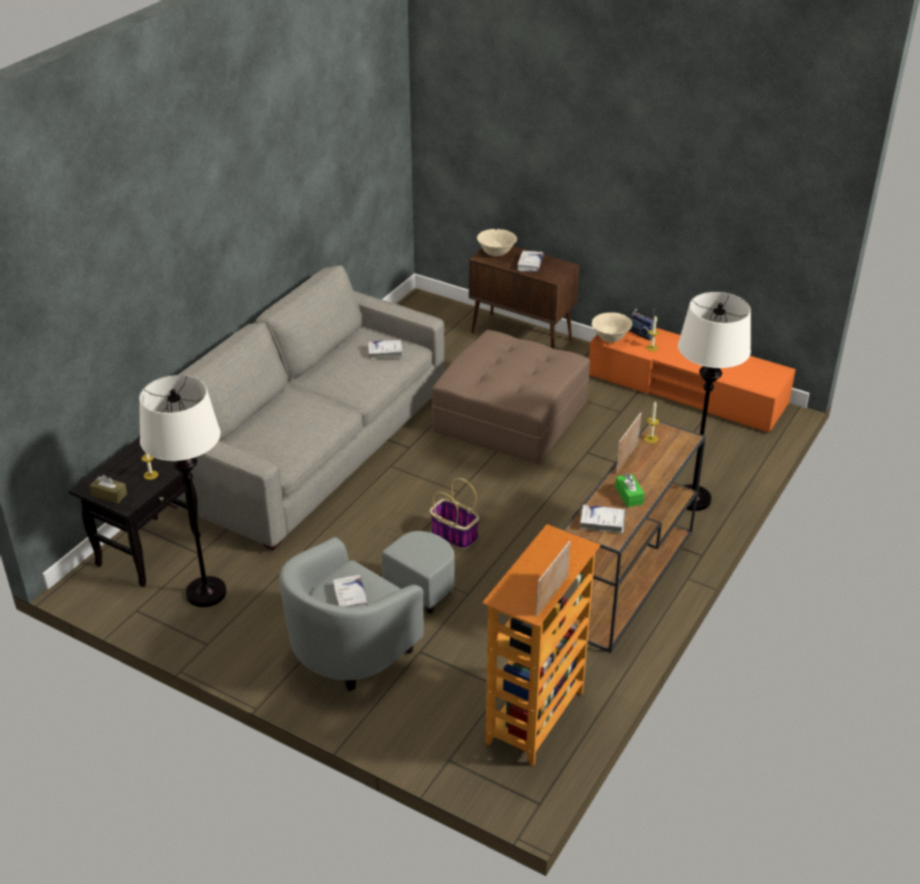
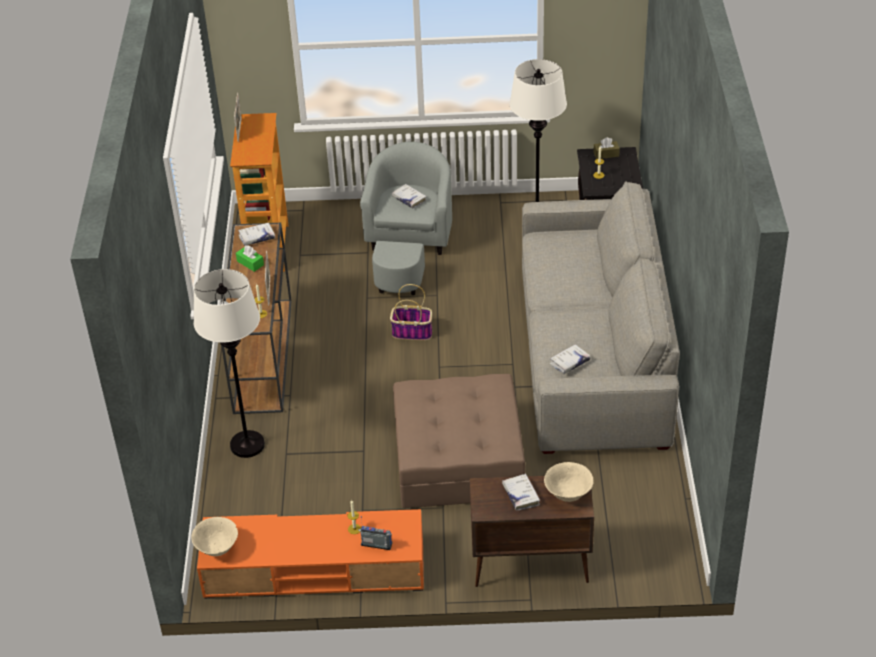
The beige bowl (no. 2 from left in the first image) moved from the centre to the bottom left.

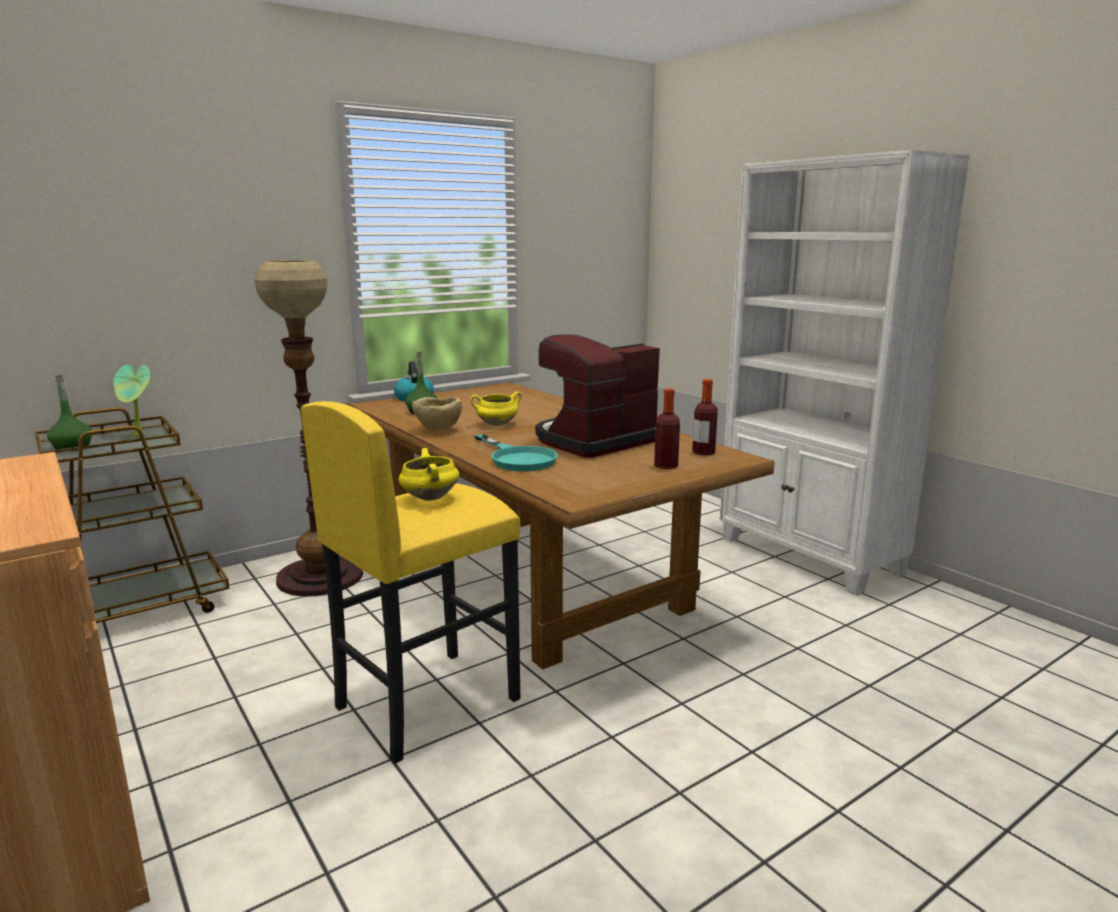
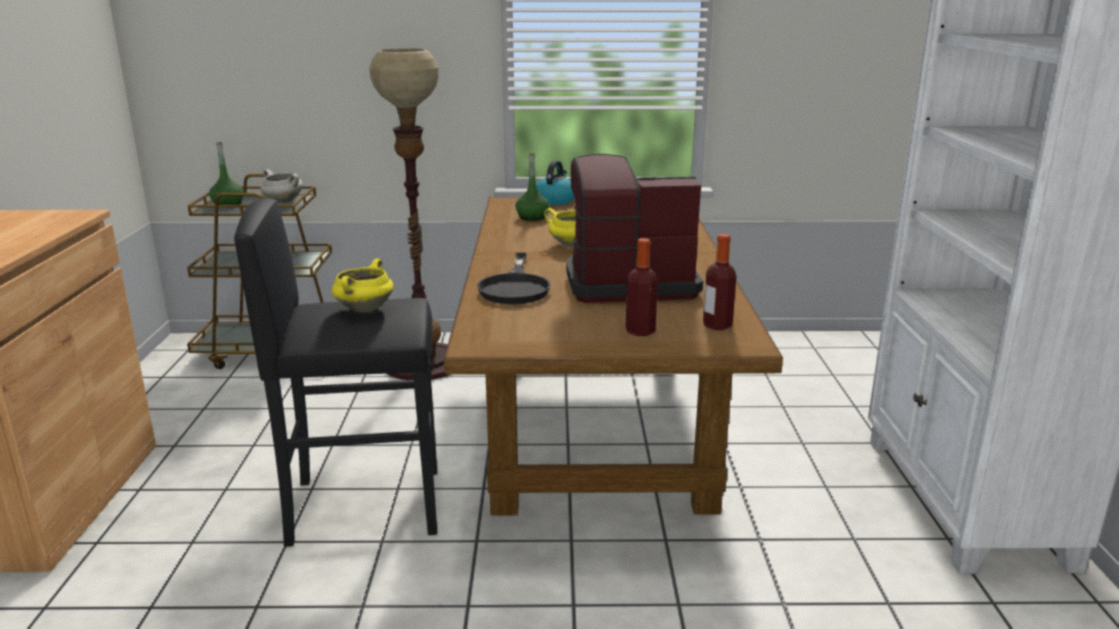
The beige bowl at the centre disappeared.
The houseplant at the middle left was replaced by the white saucepot at the top left.
The yellow-coloured sitting stool at the centre became the black sitting stool at the middle left.
The turquoise pan at the centre became the black pan at the centre.

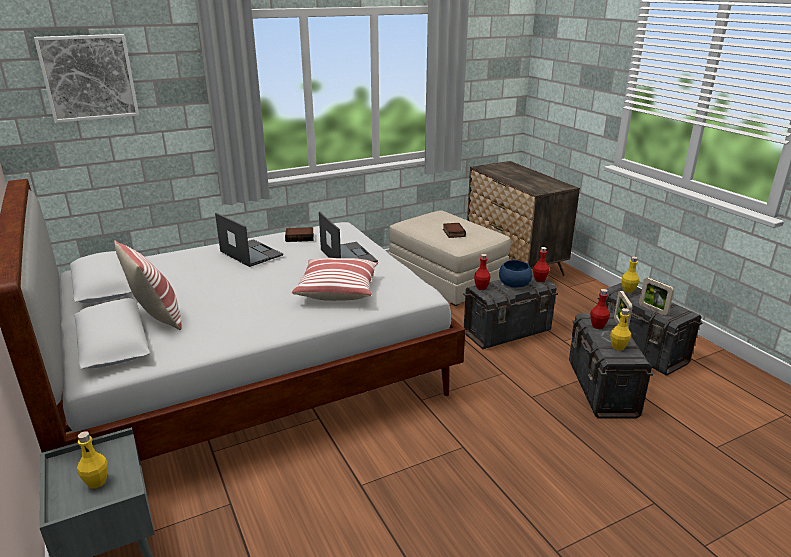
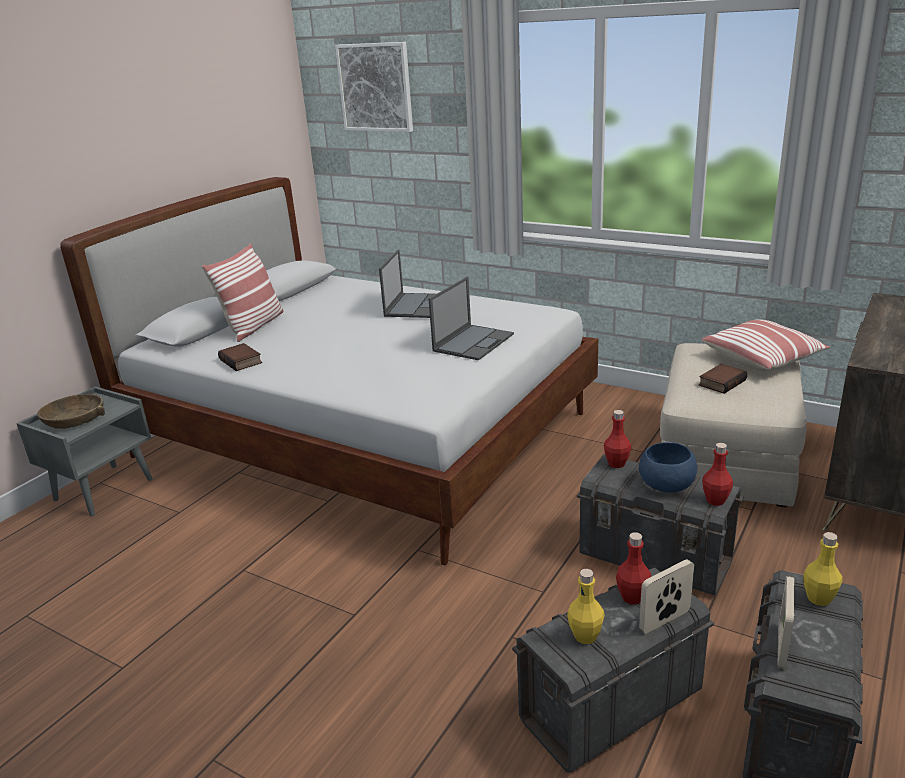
The bound book (no. 1 from left) moved from the centre to the middle left.
The pillow (no. 2 from left) moved from the centre to the middle right.
The yellow-coloured drink bottle (no. 1 from left) at the bottom left was replaced by the brown bowl at the middle left.

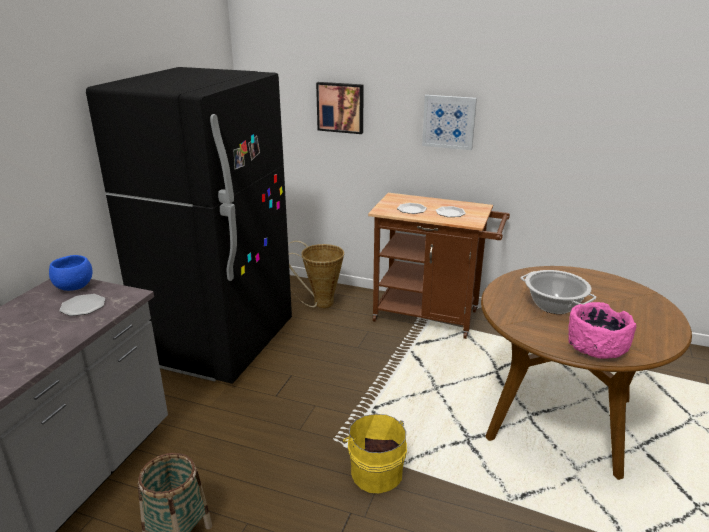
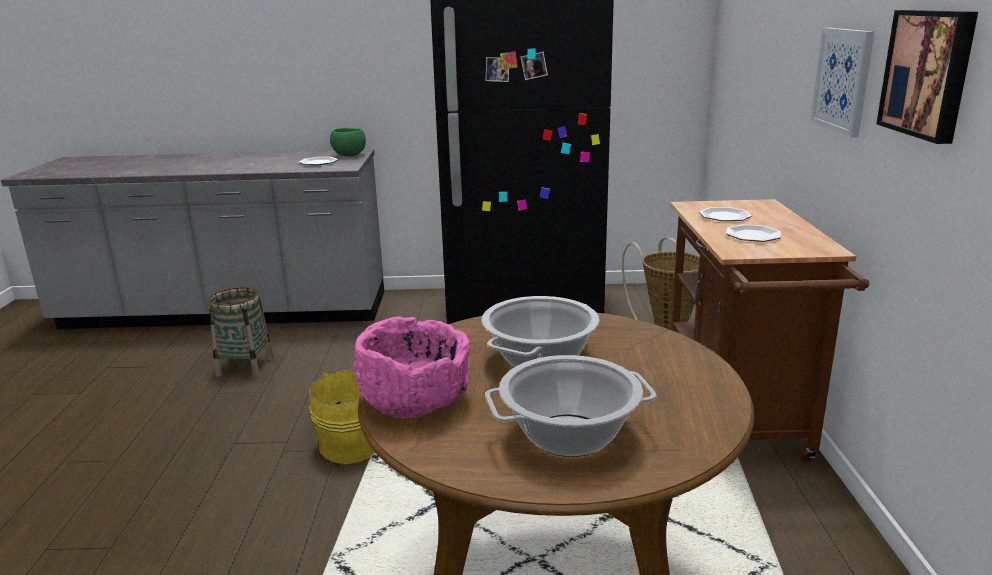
The saucepot (no. 2 from left) at the bottom centre appeared.
The wall picture (no. 1 from left in the first image) moved from the top centre to the top right.
The blue bowl at the middle left became the green bowl at the top centre.

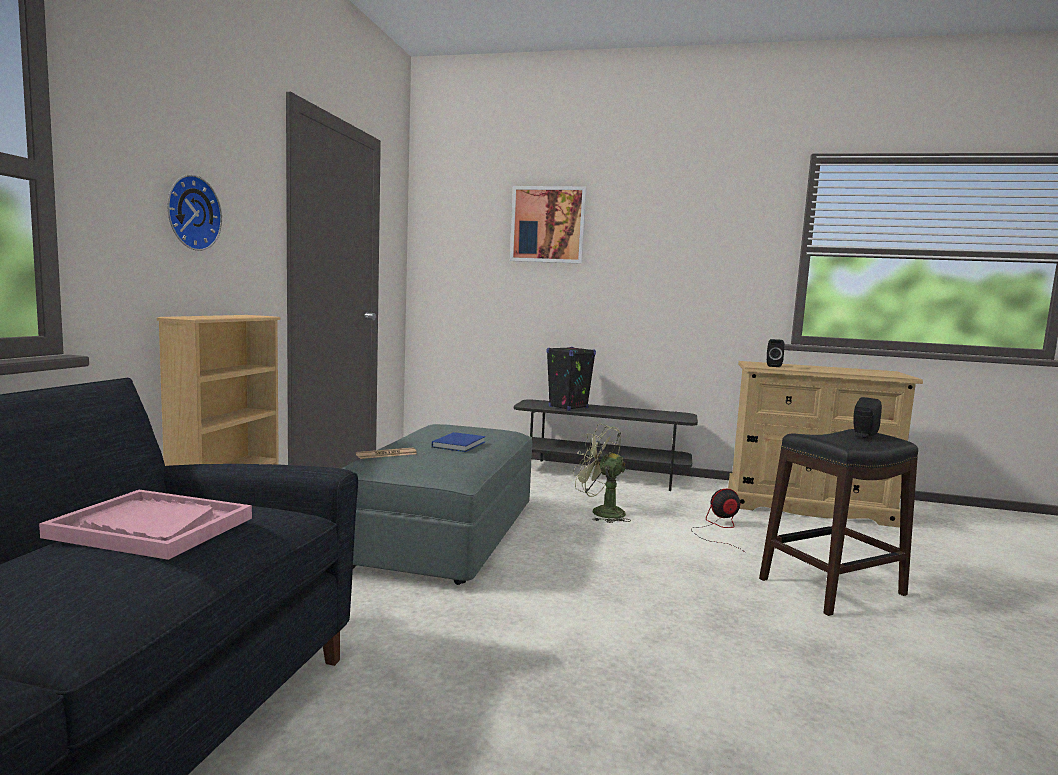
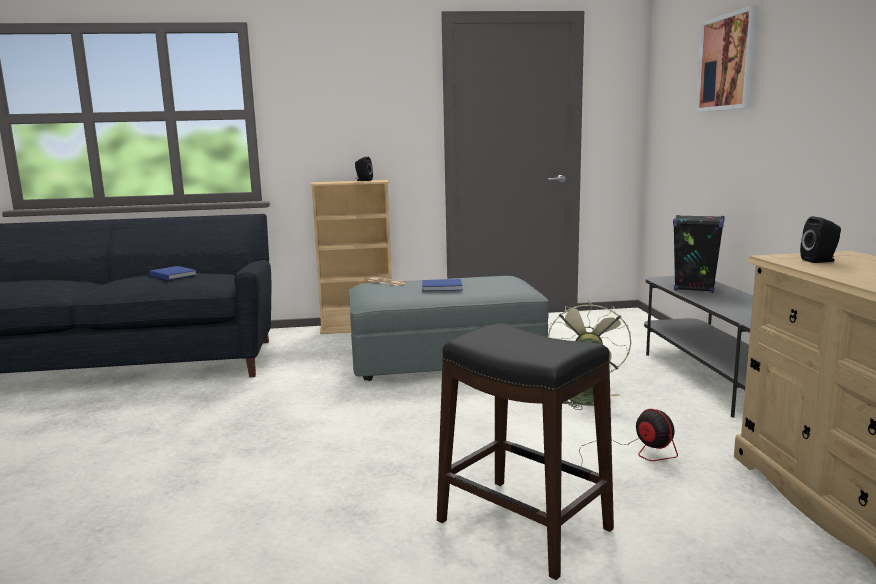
The wall clock at the top left disappeared.
The black loudspeaker (no. 3 from left in the first image) moved from the middle right to the top centre.
The pink-coloured serving tray at the bottom left was replaced by the blue bound book (no. 1 from left) at the middle left.

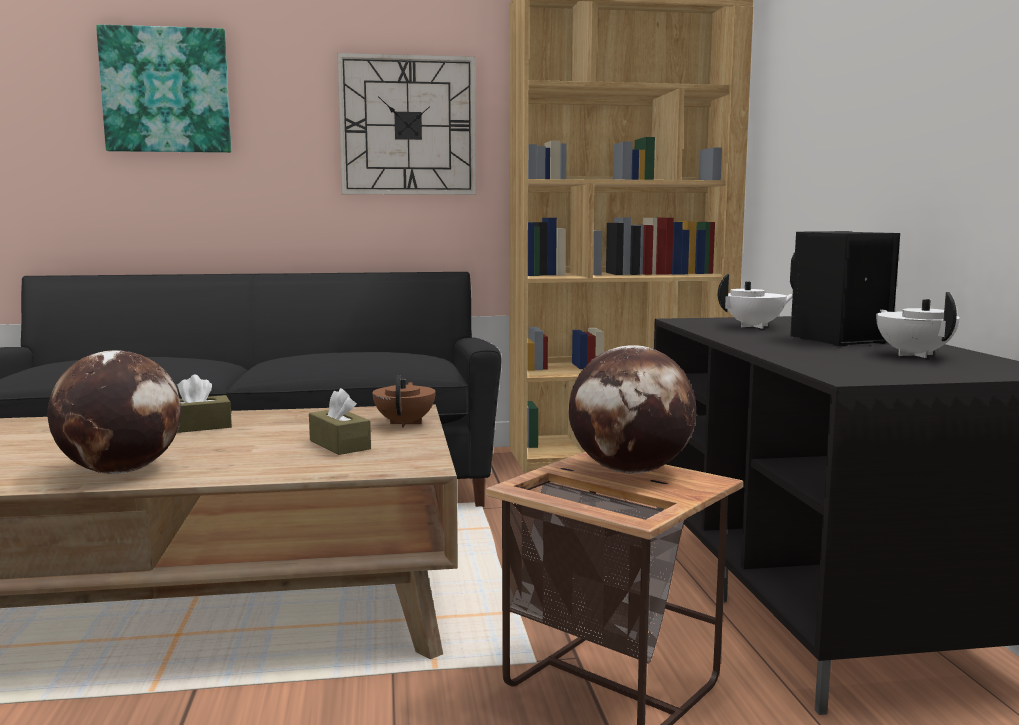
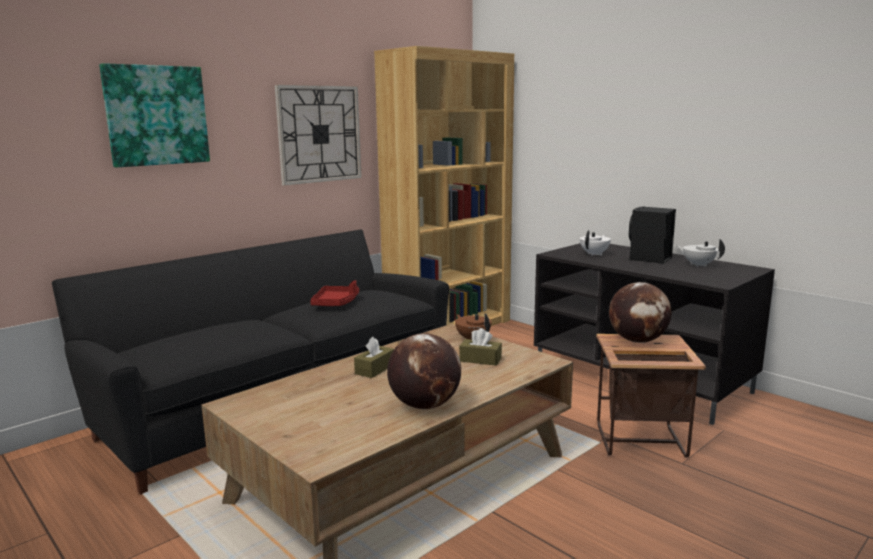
The red serving tray at the centre appeared.

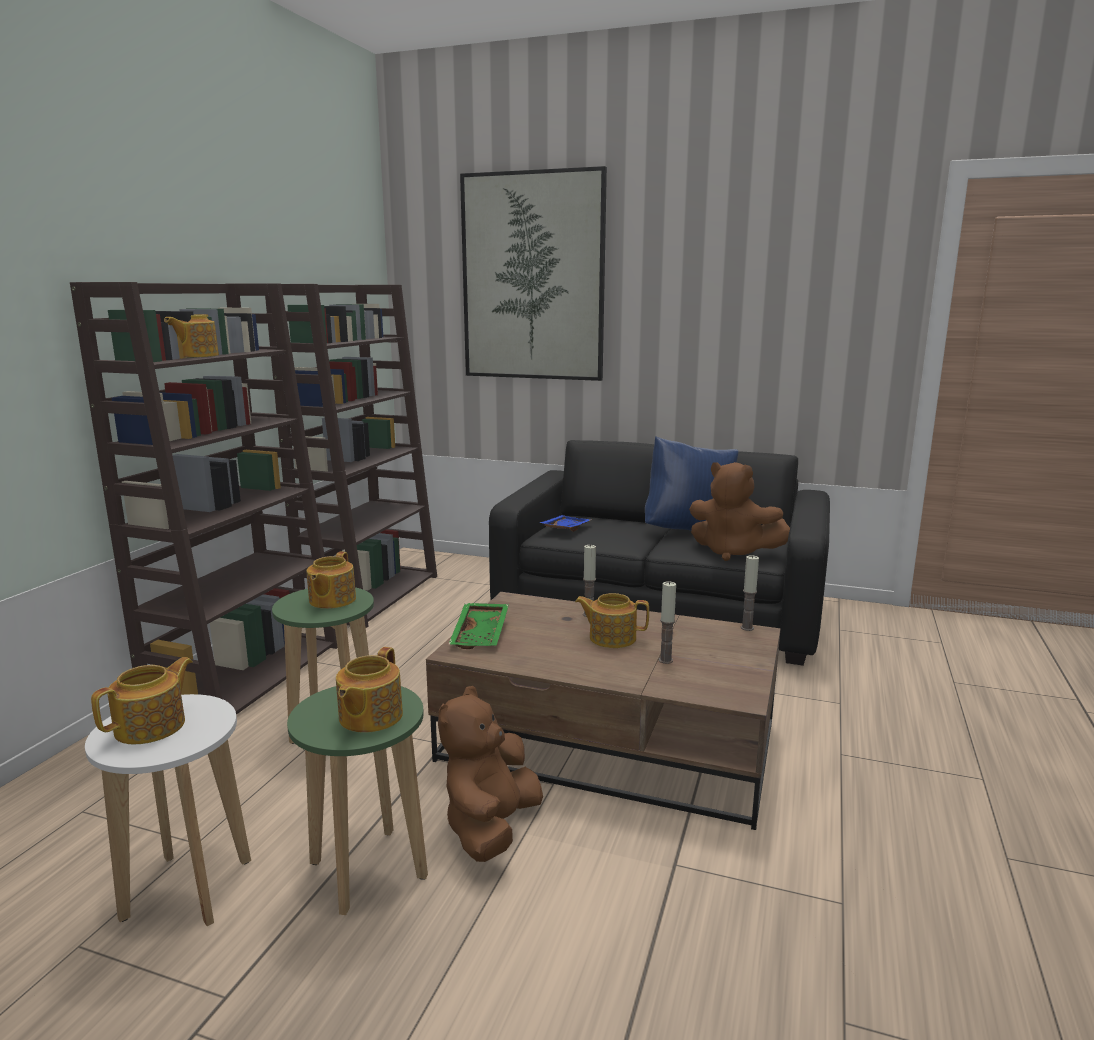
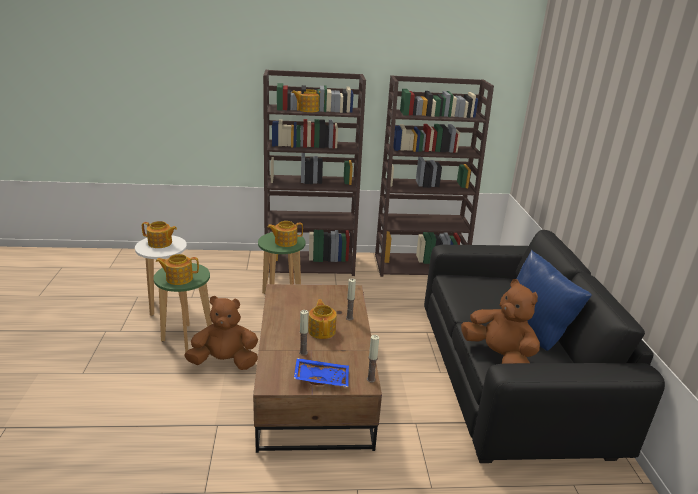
The green serving tray at the centre disappeared.
The wall picture at the top centre disappeared.
The blue serving tray moved from the centre to the bottom centre.
The brown plush toy (no. 2 from left) at the middle right turned 135 degrees clockwise.

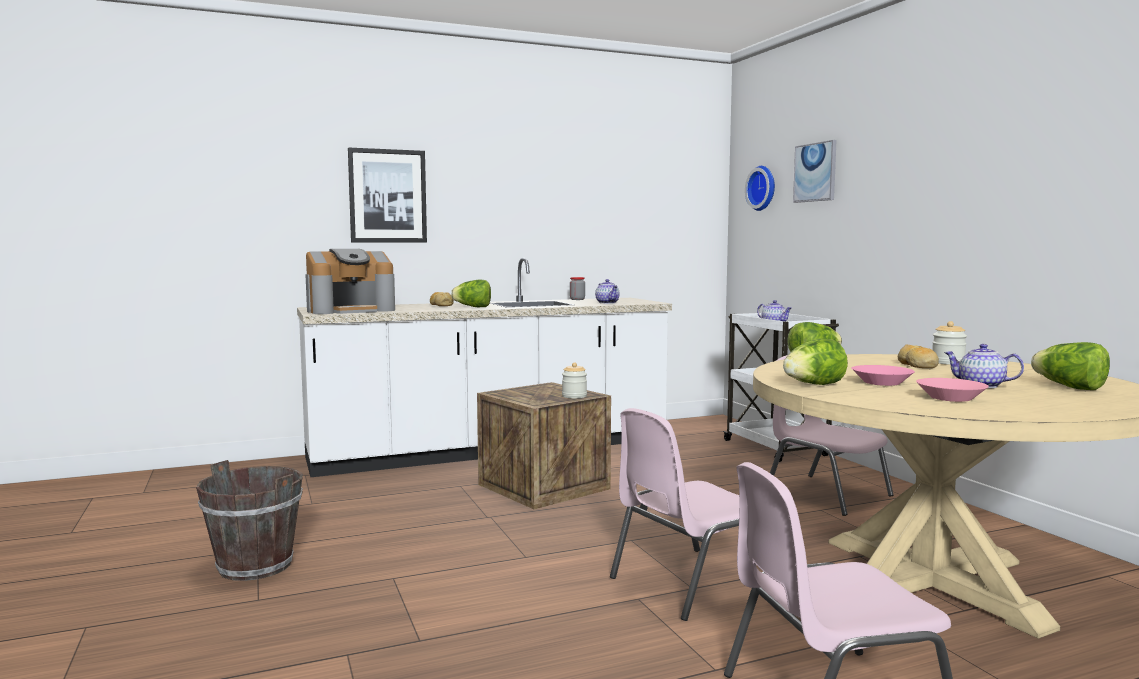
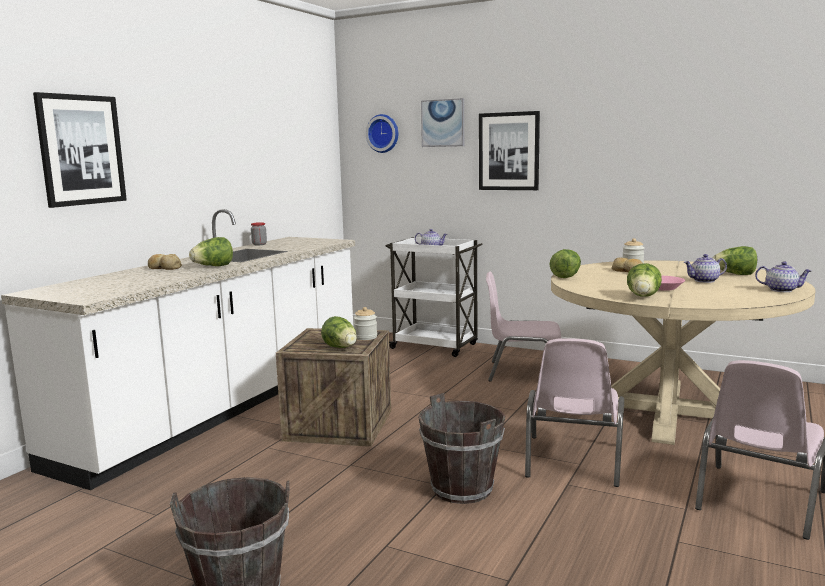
The coffee brewer at the middle left disappeared.
The pink-coloured bowl (no. 2 from left) at the middle right disappeared.
The lettuce (no. 2 from left) at the centre appeared.
The brown water bucket (no. 2 from left) at the bottom centre appeared.
The wall picture (no. 3 from left) at the top centre appeared.
The pot for tea (no. 1 from left in the first image) moved from the centre to the middle right.

